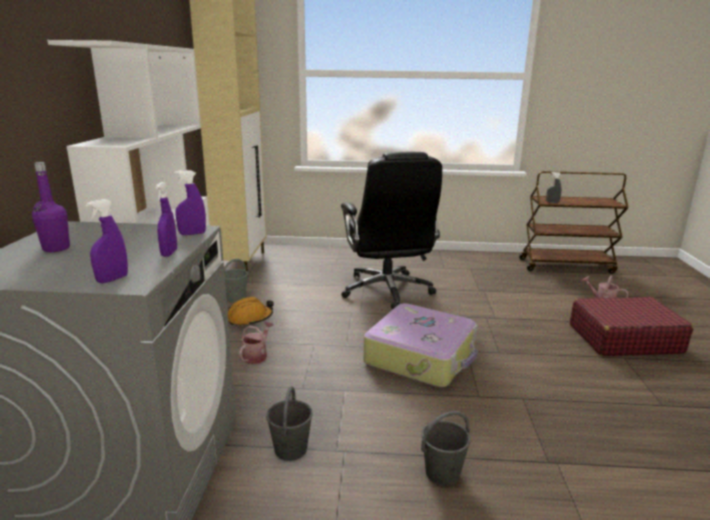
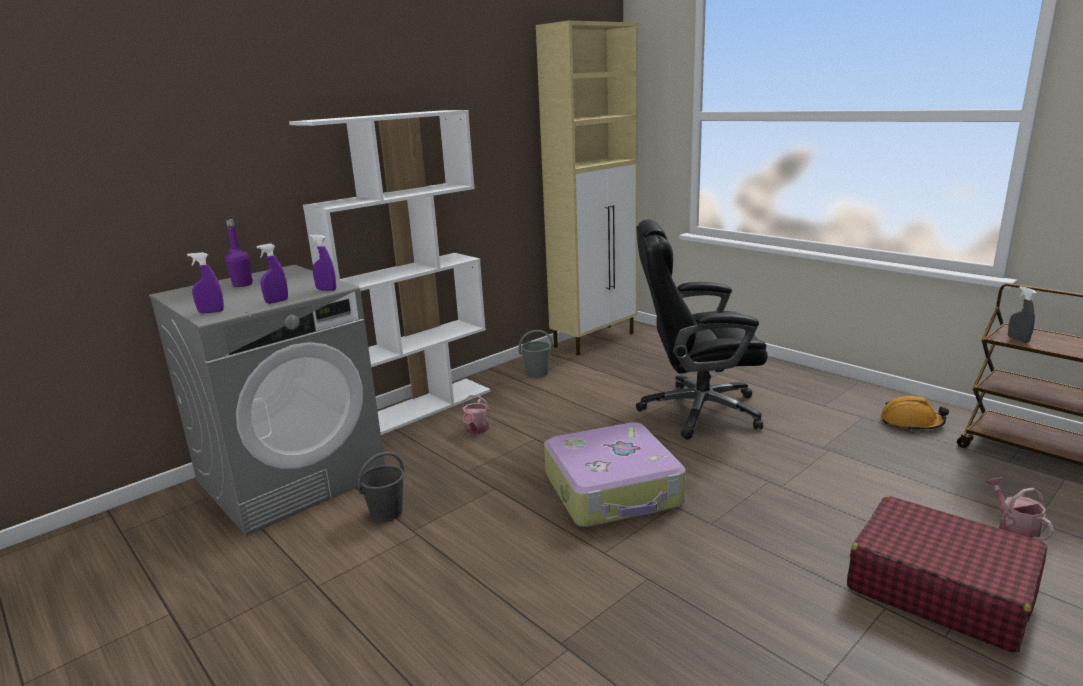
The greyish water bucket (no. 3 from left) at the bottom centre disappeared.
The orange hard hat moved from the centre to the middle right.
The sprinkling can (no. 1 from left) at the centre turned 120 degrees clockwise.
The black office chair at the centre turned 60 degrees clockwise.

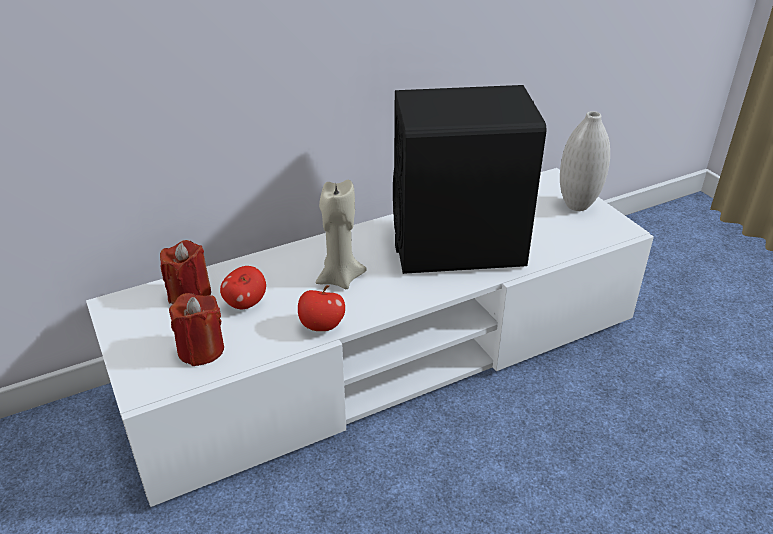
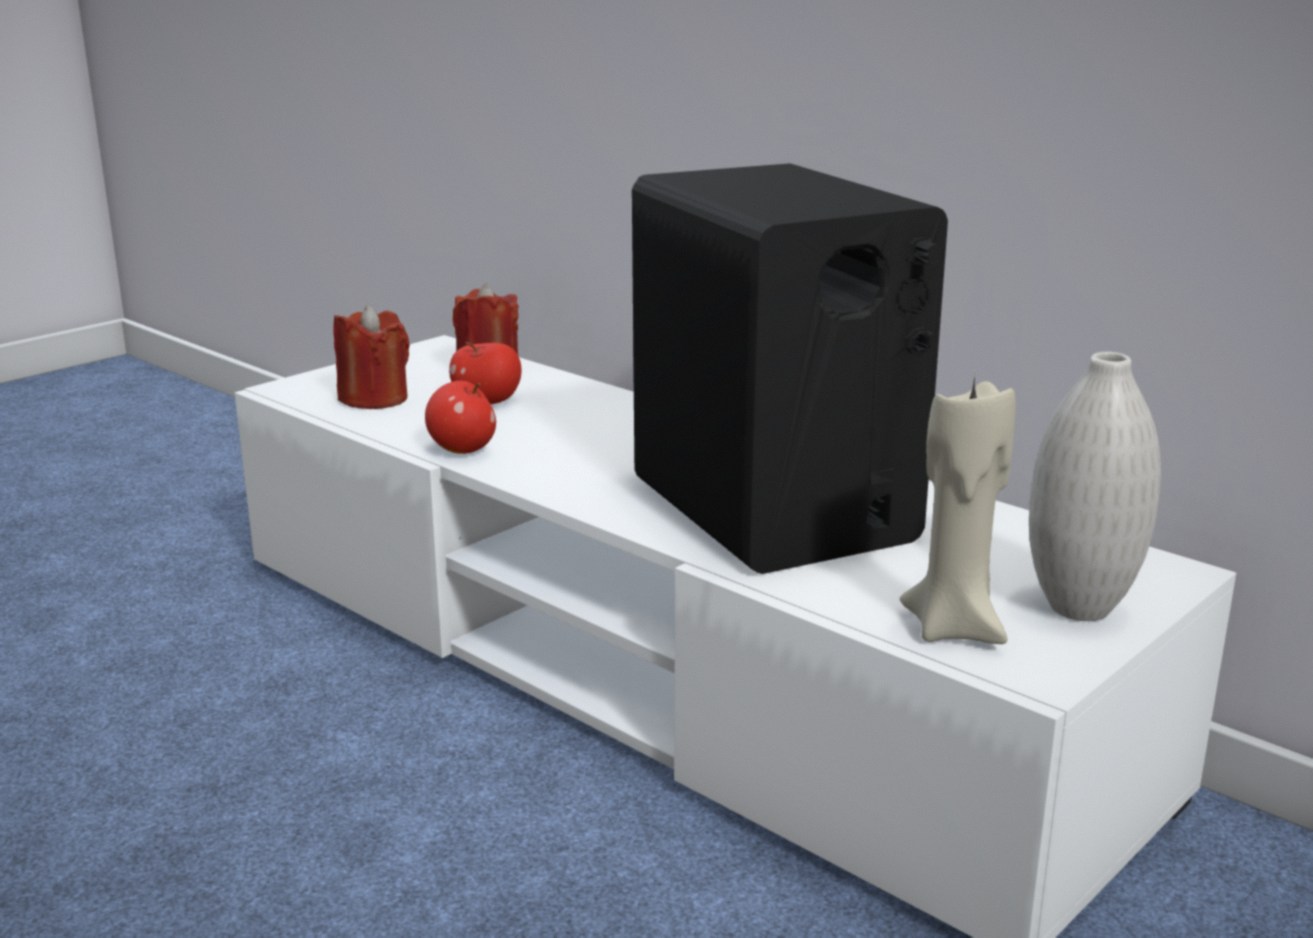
The beige candle moved from the centre to the middle right.

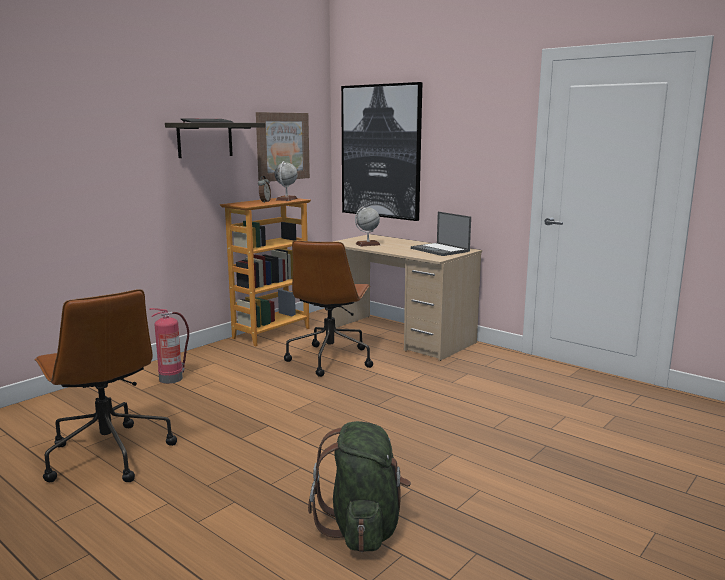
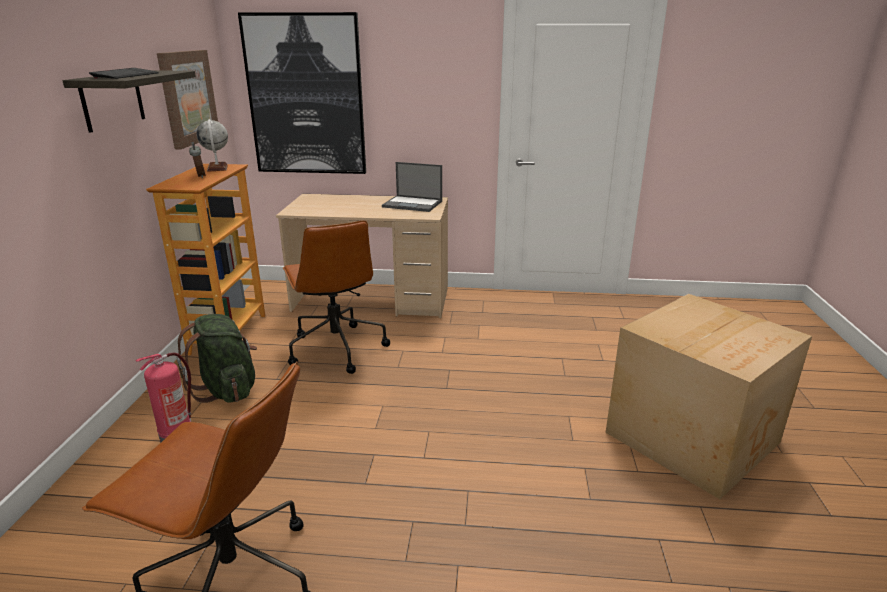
The desk globe (no. 2 from left) at the centre disappeared.
The cardboard box at the bottom right appeared.
The green backpack moved from the bottom centre to the middle left.

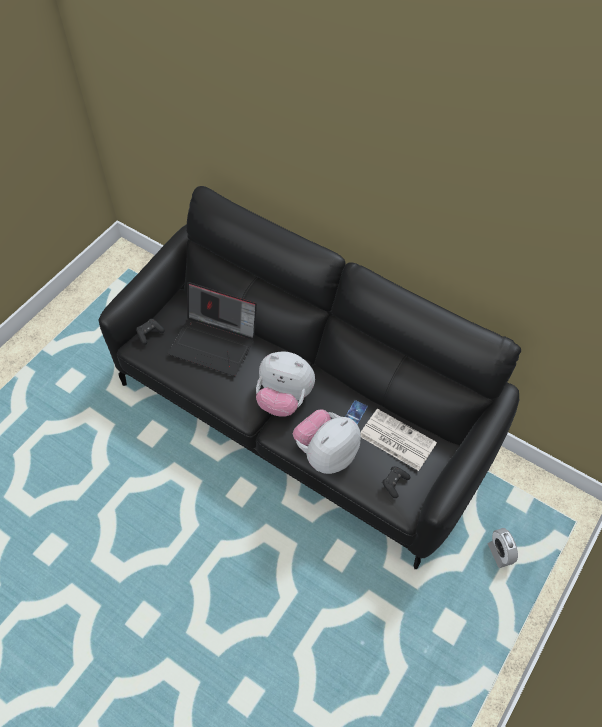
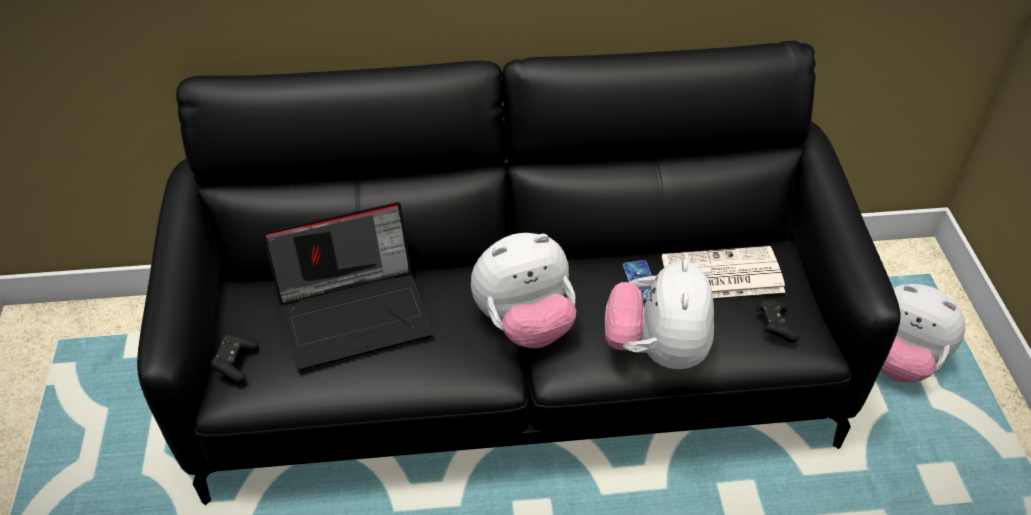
The bedside clock at the bottom right was replaced by the plush toy (no. 3 from left) at the middle right.

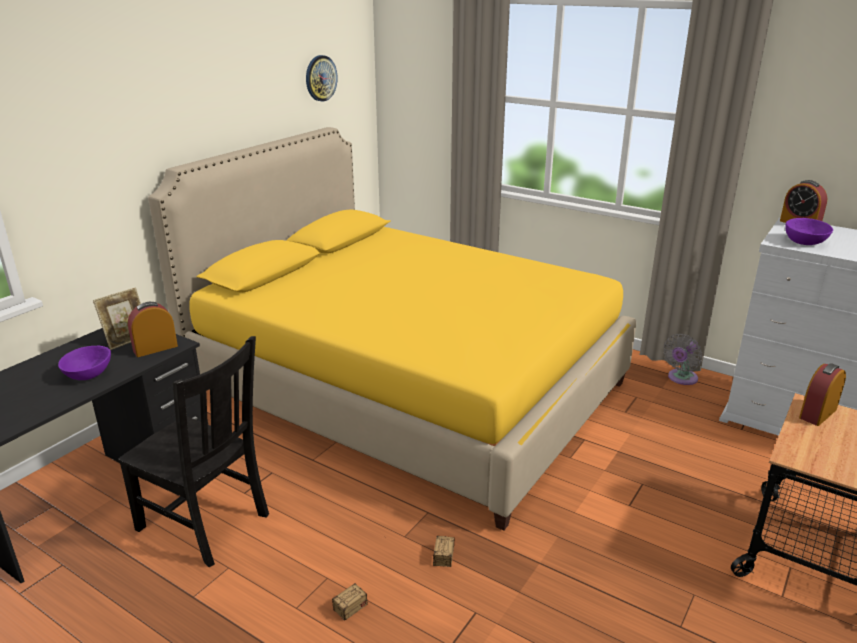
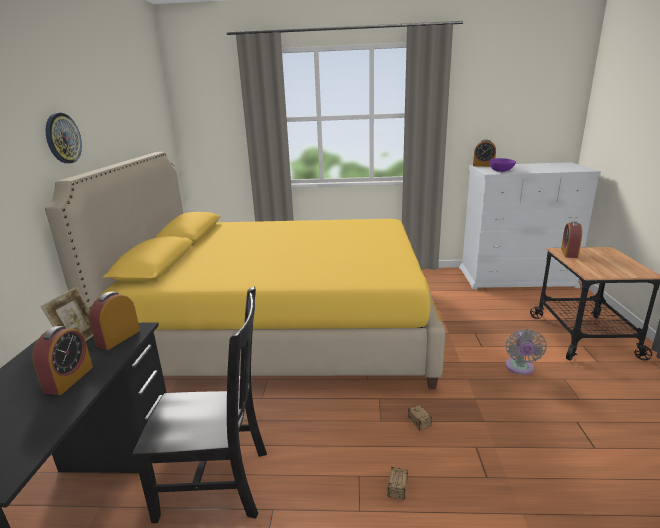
The wall clock moved from the top centre to the top left.
The greyish cooling fan moved from the middle right to the bottom right.
The purple-coloured bowl (no. 1 from left) at the middle left was replaced by the bedside clock (no. 1 from left) at the bottom left.

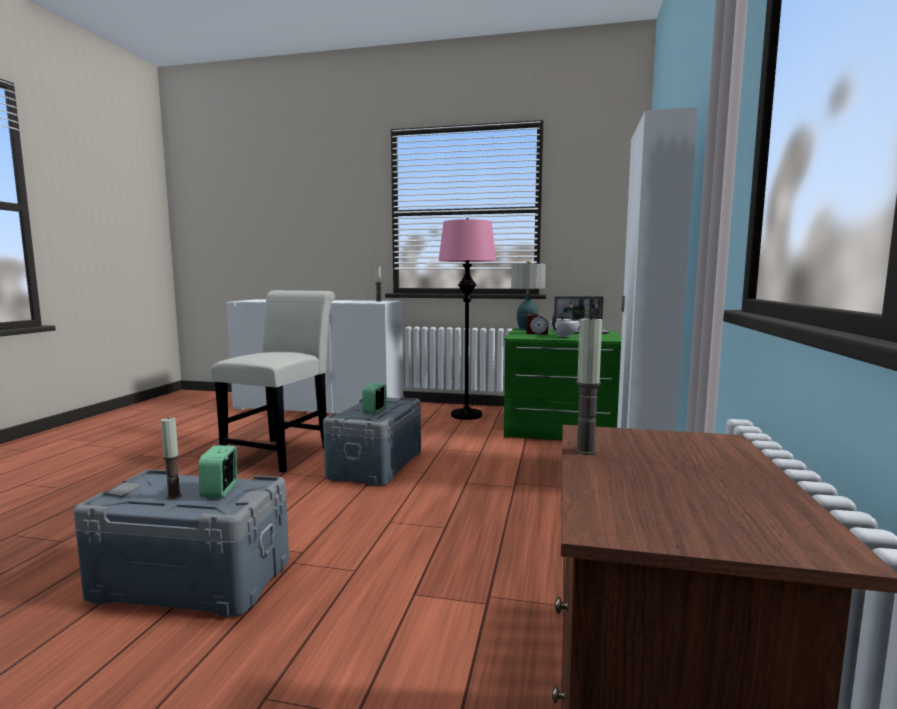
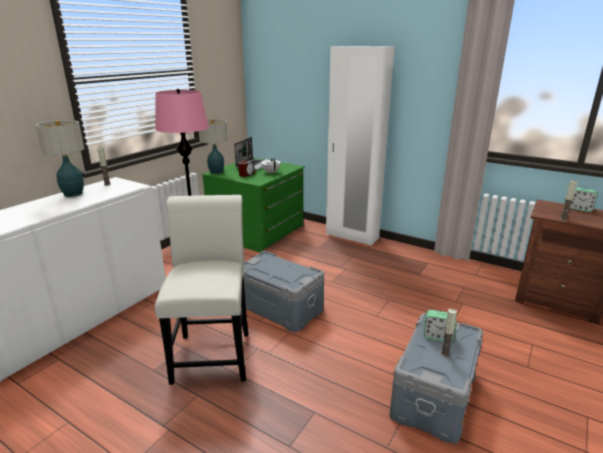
The tabletop lamp (no. 1 from left) at the middle left appeared.
The bedside clock (no. 2 from left in the first image) moved from the centre to the middle right.
The white upright chair at the middle left turned 45 degrees clockwise.

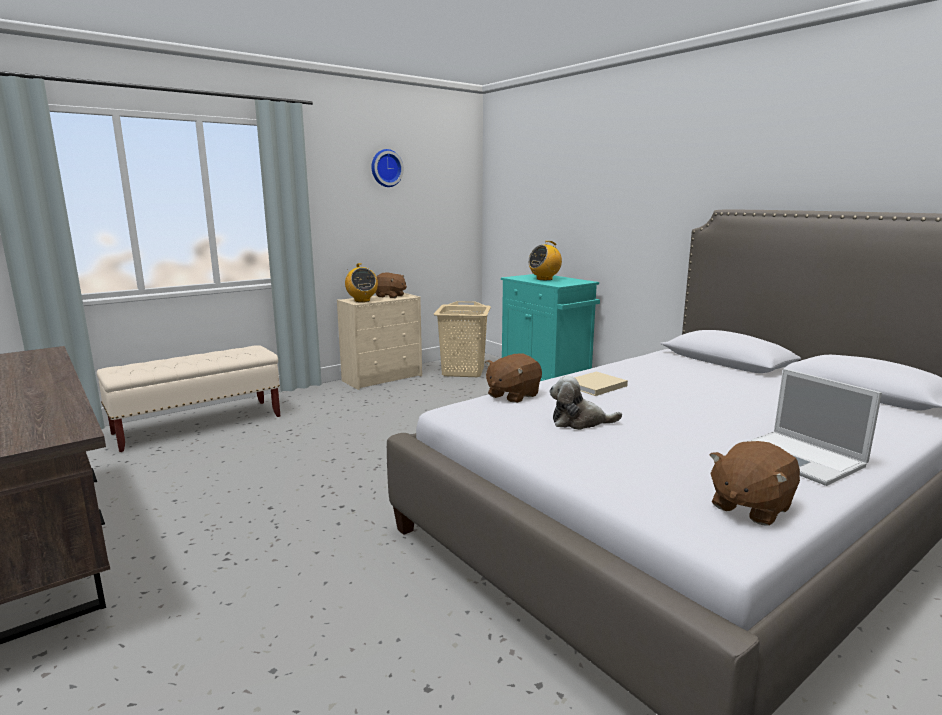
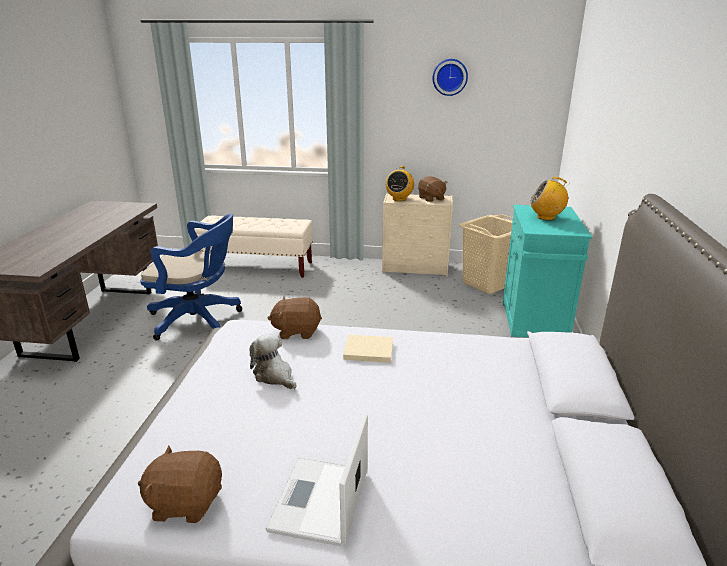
The blue office chair at the middle left appeared.

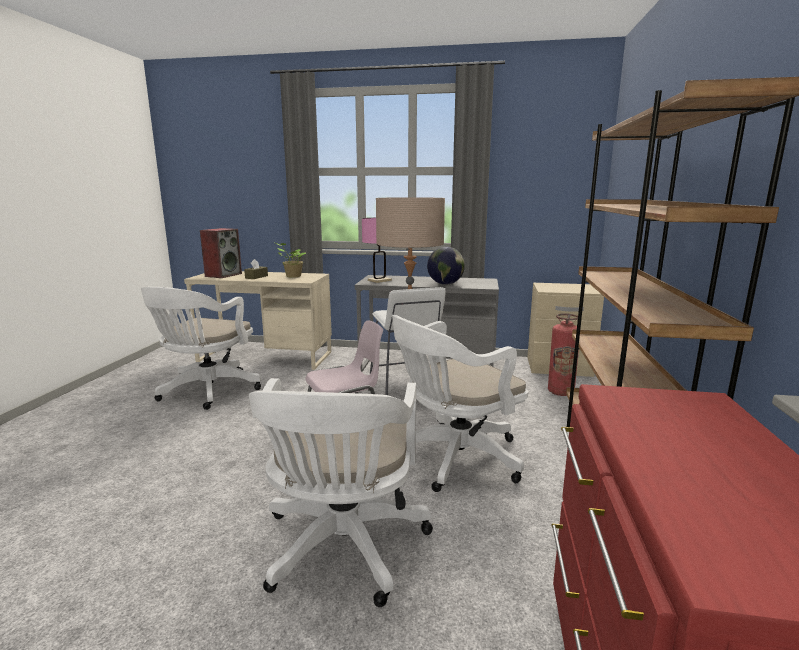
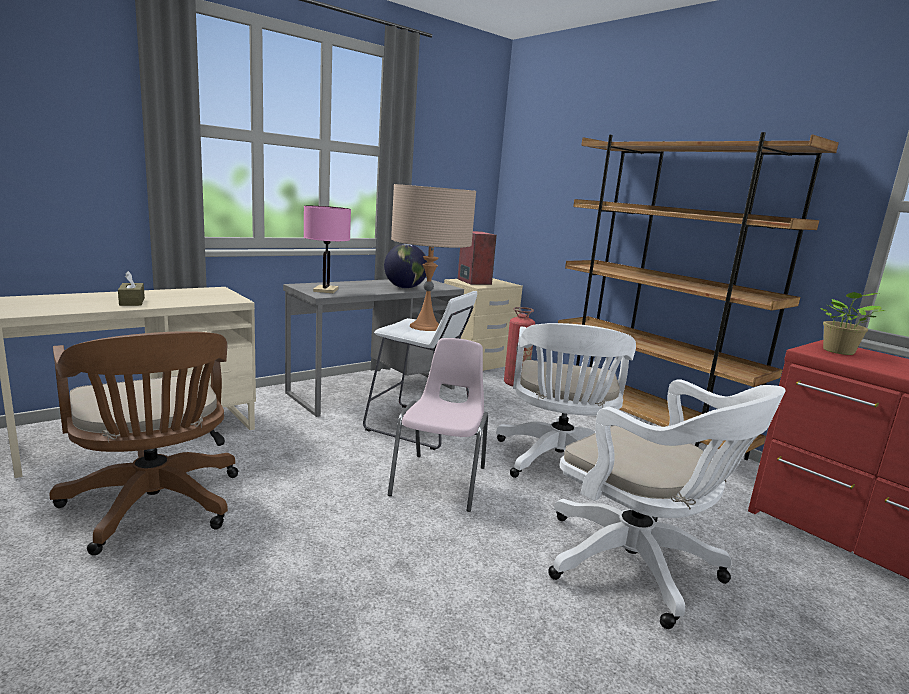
The loudspeaker moved from the middle left to the centre.
The houseplant moved from the centre to the middle right.
The white office chair (no. 1 from left) at the middle left became the brown office chair at the middle left.

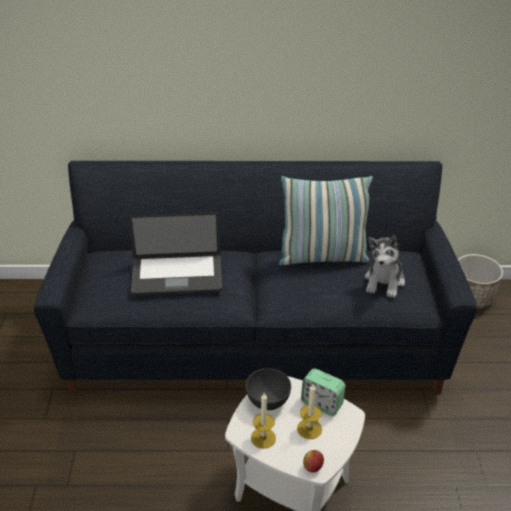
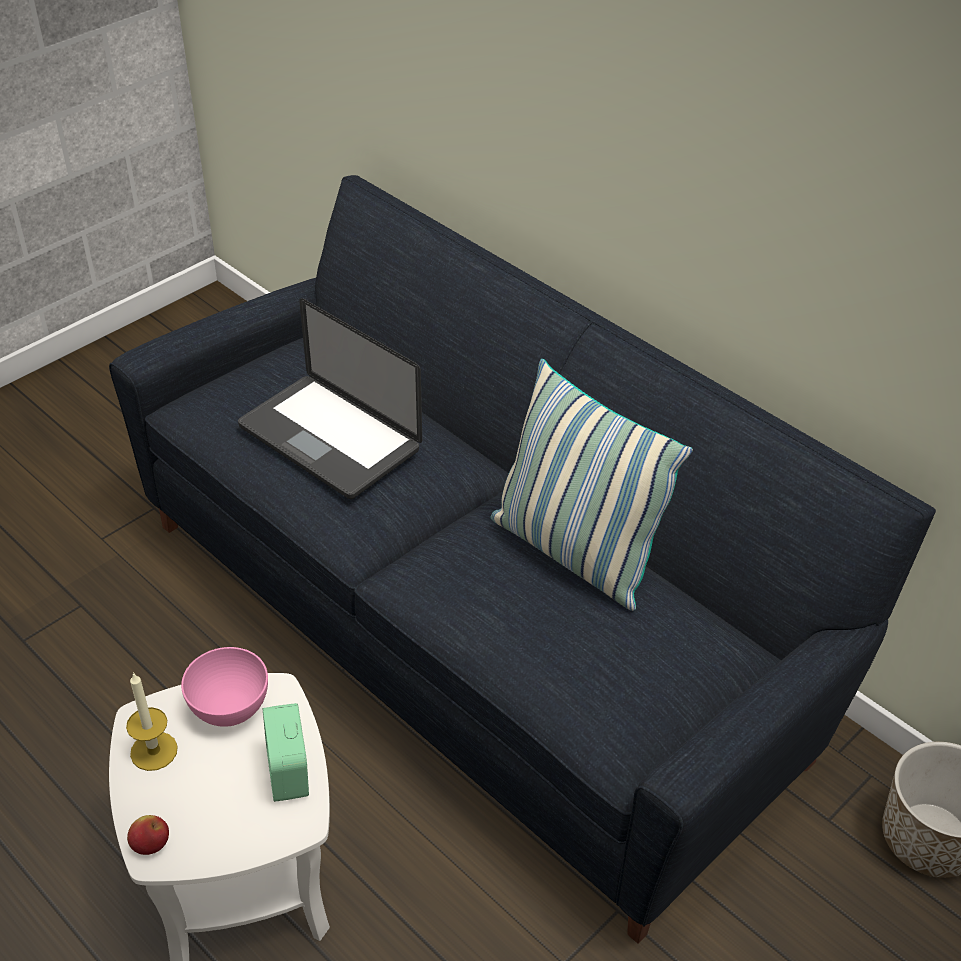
The candle (no. 2 from left) at the bottom centre disappeared.
The plush toy at the middle right disappeared.
The greyish bowl at the bottom centre became the pink-coloured bowl at the bottom left.

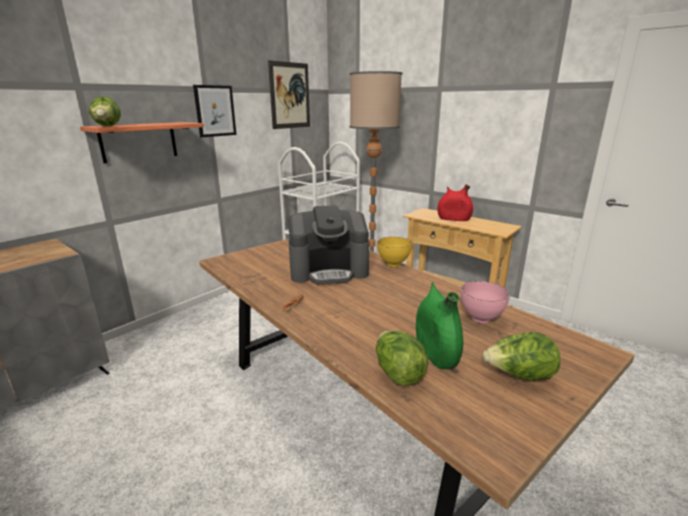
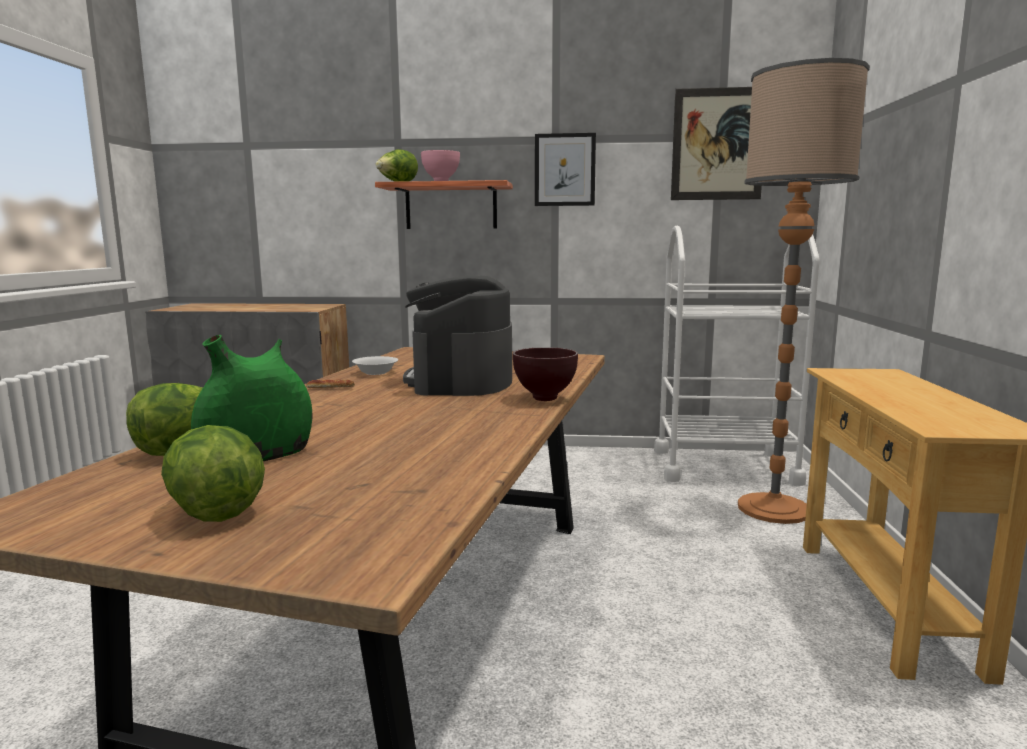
The red flower vase at the centre disappeared.
The white bowl at the centre appeared.
The pink-coloured bowl moved from the middle right to the top centre.
The yellow-coloured bowl at the centre became the brown bowl at the centre.
The coffee brewer at the centre turned 45 degrees clockwise.

